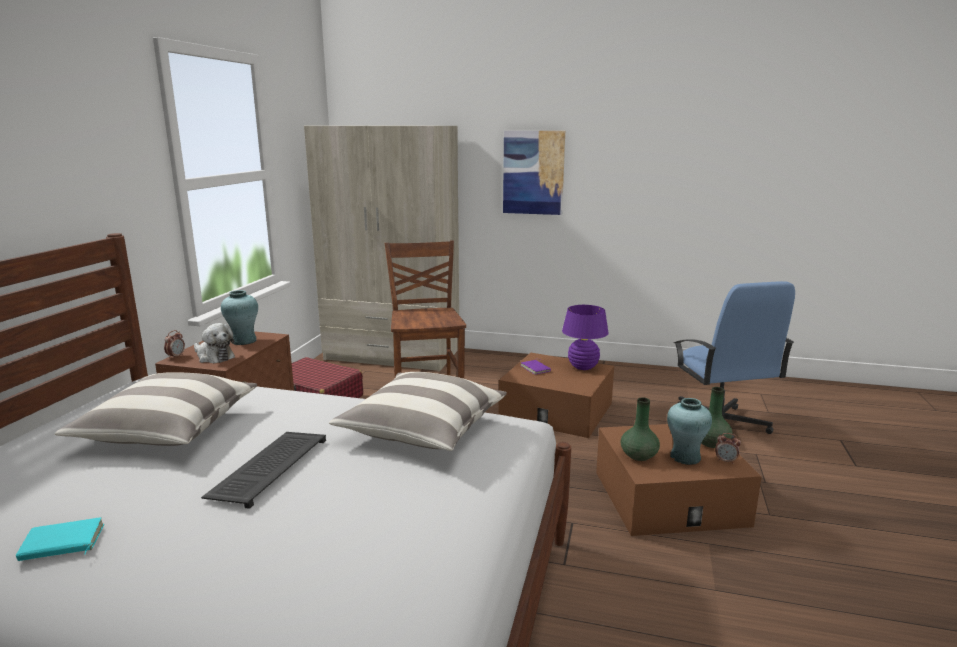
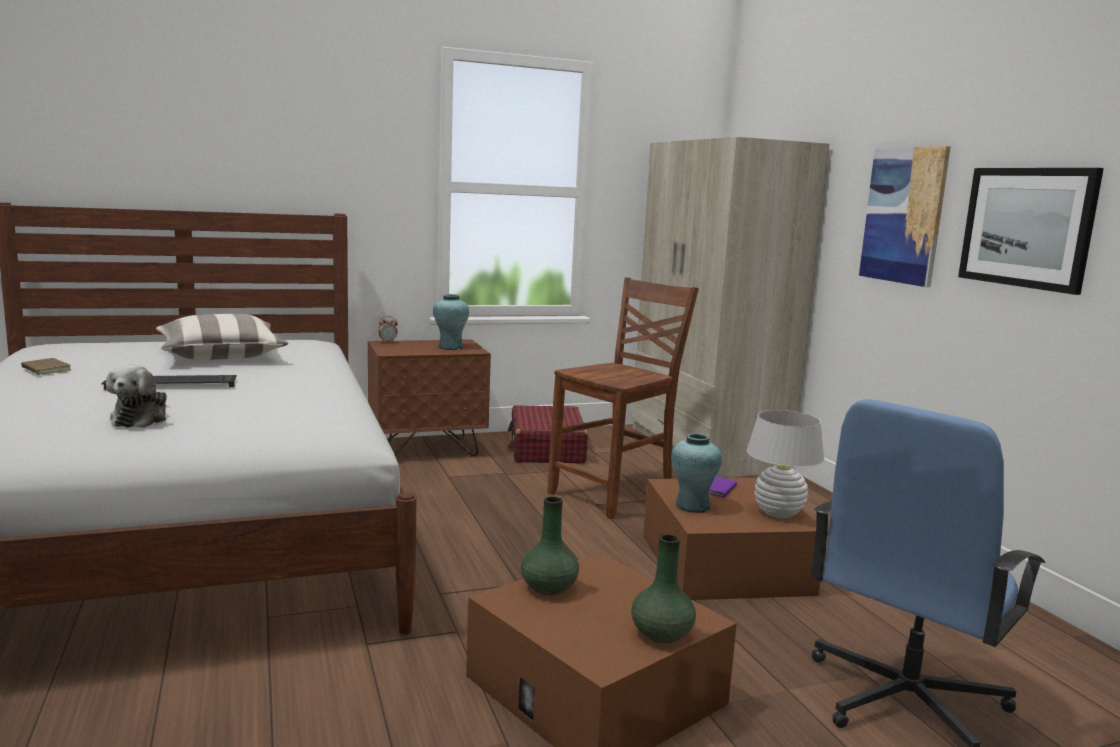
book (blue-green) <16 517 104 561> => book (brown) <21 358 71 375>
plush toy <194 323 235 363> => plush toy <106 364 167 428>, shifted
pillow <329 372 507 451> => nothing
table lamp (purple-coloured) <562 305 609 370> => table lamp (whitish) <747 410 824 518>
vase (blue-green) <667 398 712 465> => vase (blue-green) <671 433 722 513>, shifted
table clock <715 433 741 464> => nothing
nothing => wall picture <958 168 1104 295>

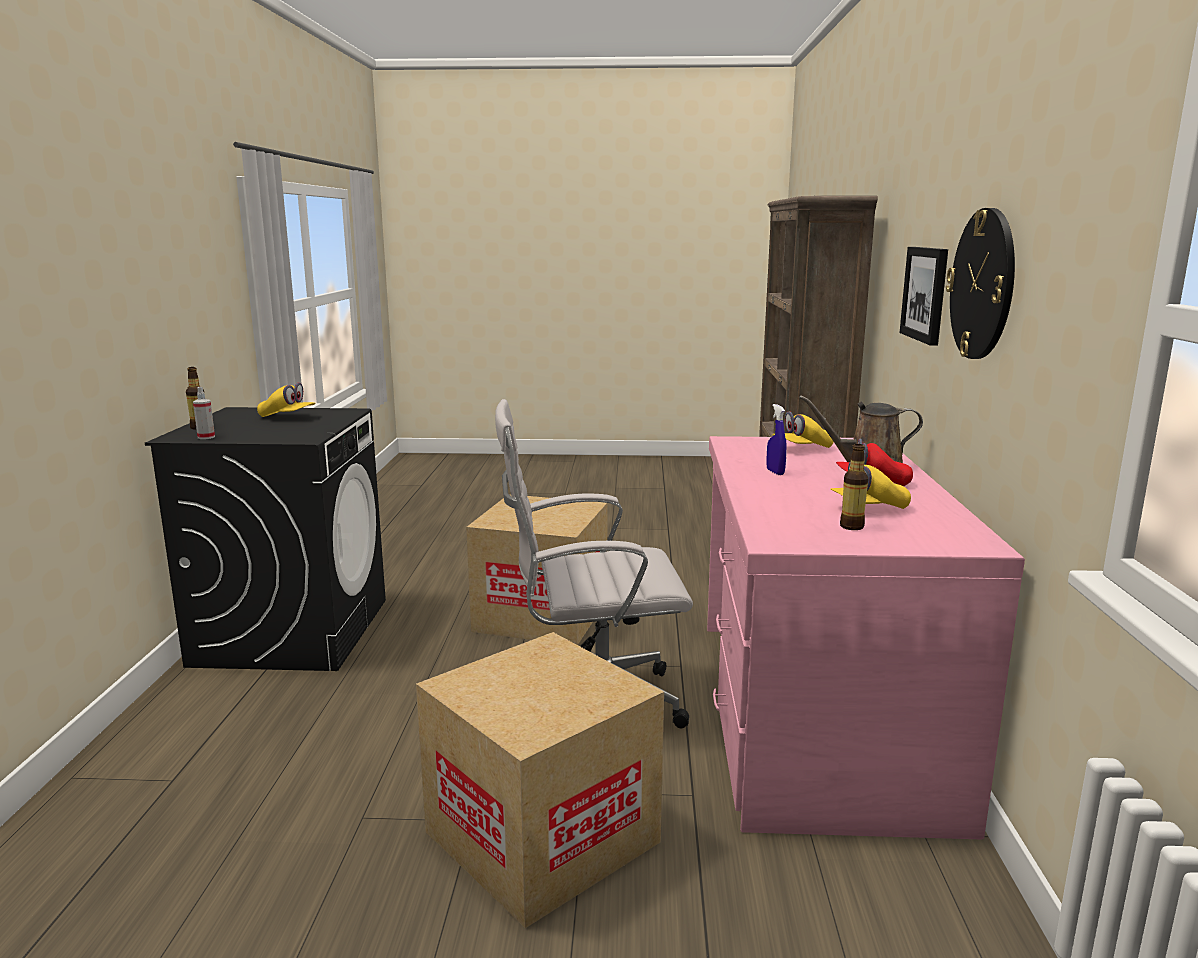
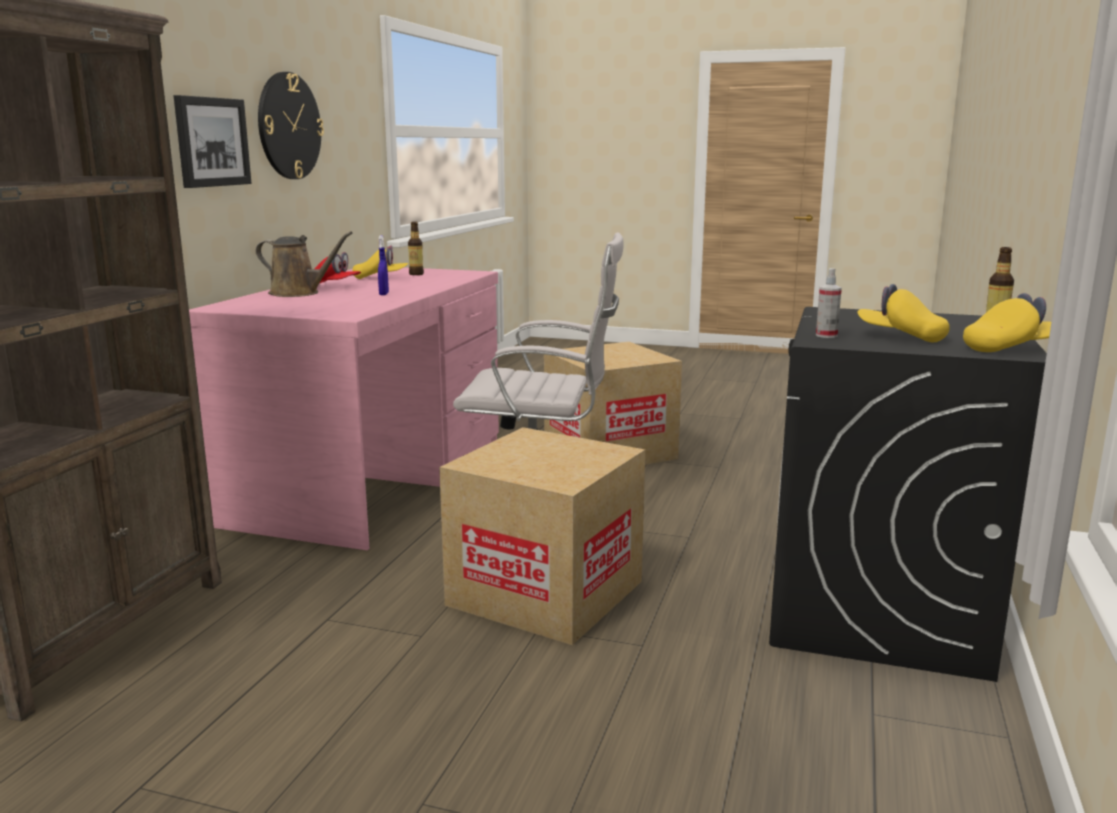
sprayer <193 387 215 439> => sprayer <816 268 842 338>, shifted
cap (yellowish) <773 411 834 448> => cap (yellowish) <963 293 1051 352>, shifted

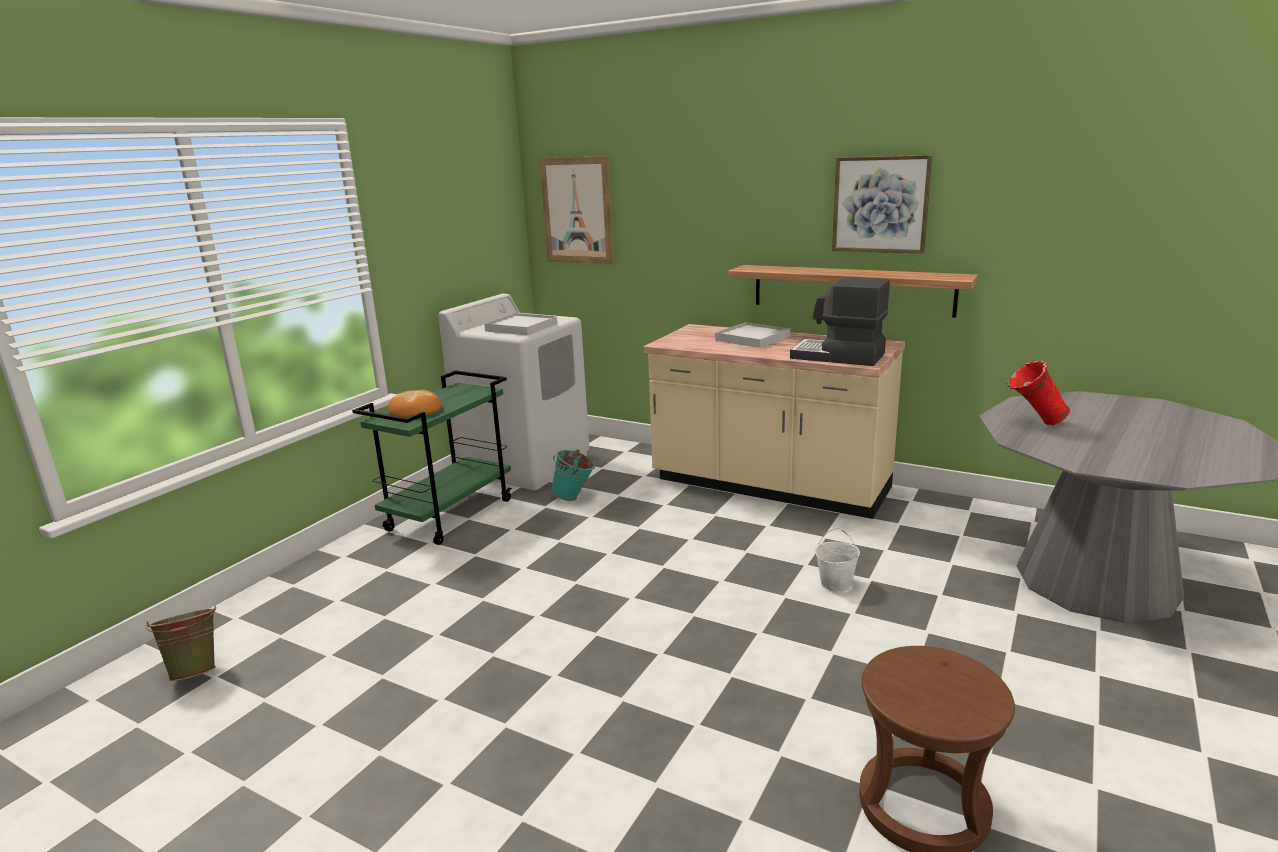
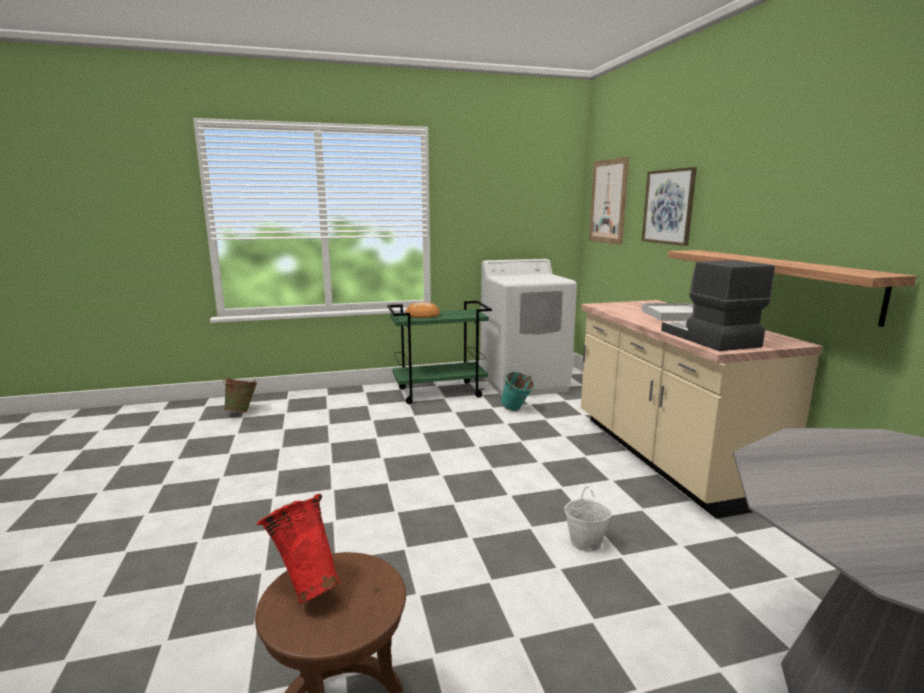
carrying tray (whitish) <484 313 557 335> => nothing
wall picture <832 155 932 254> => wall picture <642 167 697 246>, shifted
vase (red-coloured) <1007 360 1070 425> => vase (red-coloured) <257 494 340 604>, shifted

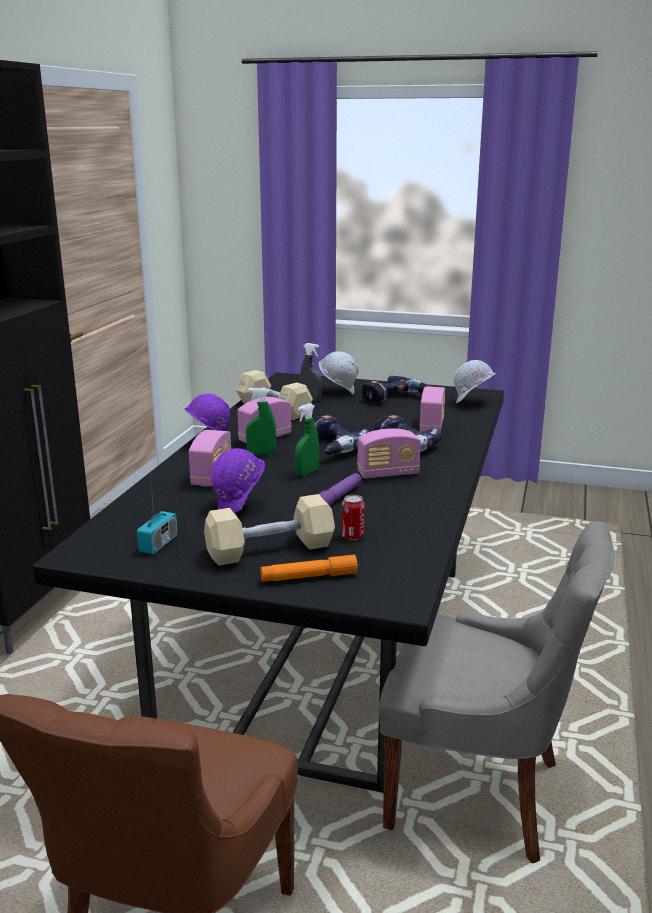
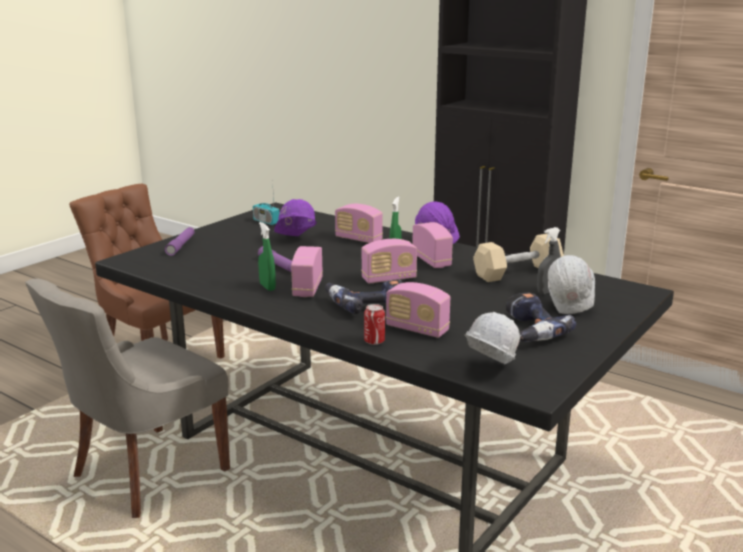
dumbbell (beige-coloured) <204 494 335 566> => nothing
flashlight (orangey) <261 555 358 582> => flashlight (purple-coloured) <165 227 195 256>
sprayer (green) <295 403 319 476> => sprayer (green) <258 222 276 291>, shifted
drill <313 414 370 455> => radio <361 239 417 283>
metal can <341 495 365 540> => metal can <364 304 385 345>, shifted

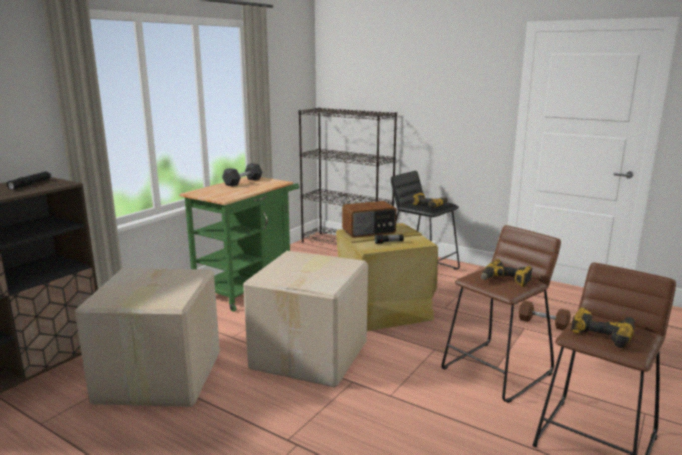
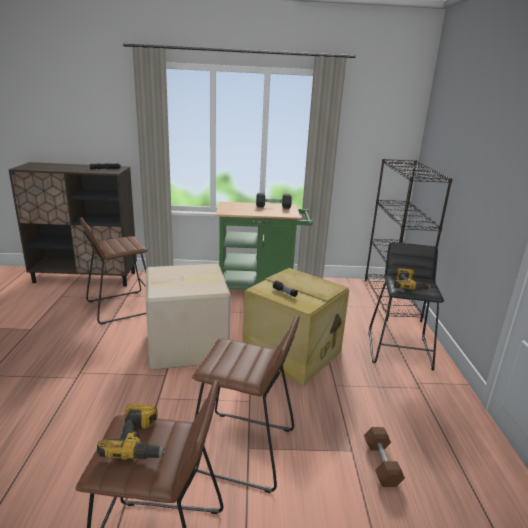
packing box <75 268 220 407> => stool seat (brown) <80 217 148 324>
radio <342 201 397 238> => nothing
drill <481 259 533 287> => nothing

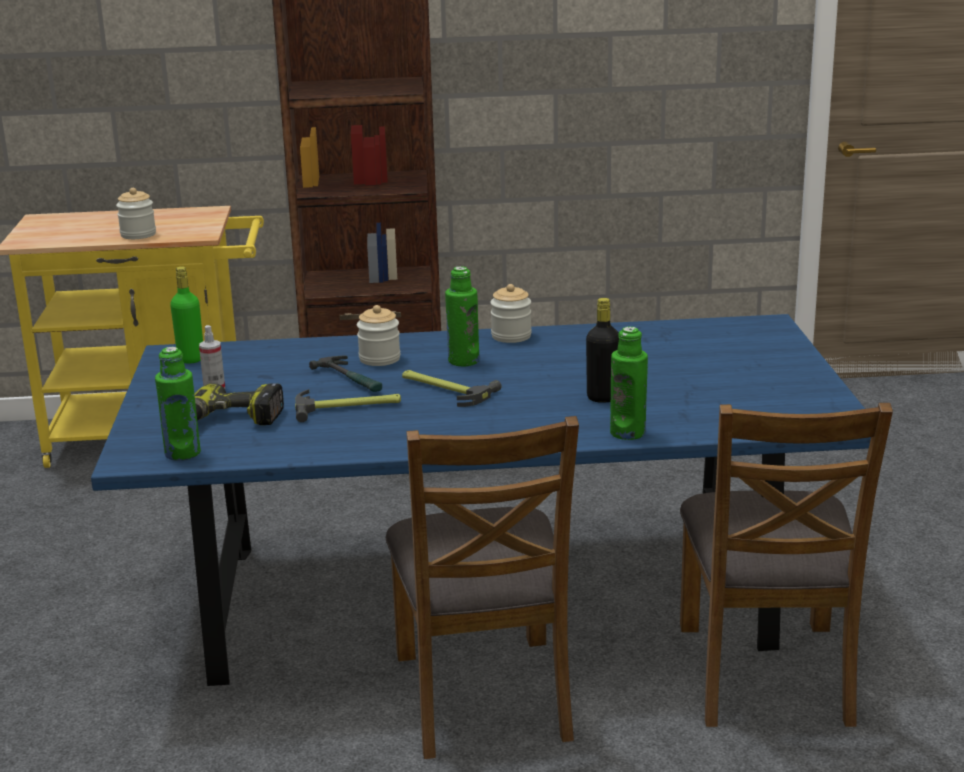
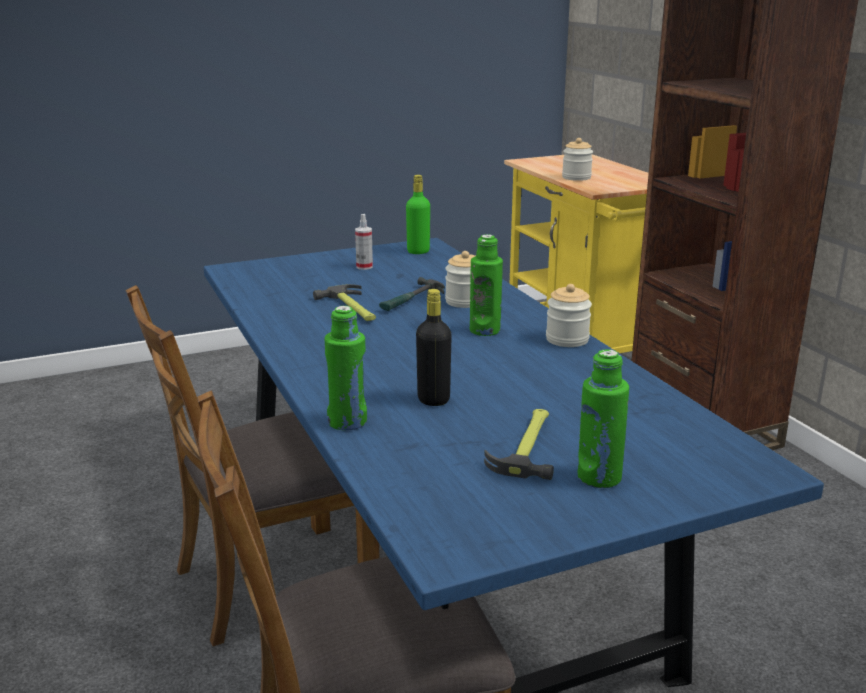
bottle (green) <155 347 201 461> => bottle (green) <577 349 629 488>, shifted
drill <194 383 284 425> => nothing
tool hammer <402 370 502 407> => tool hammer <484 409 554 480>, shifted

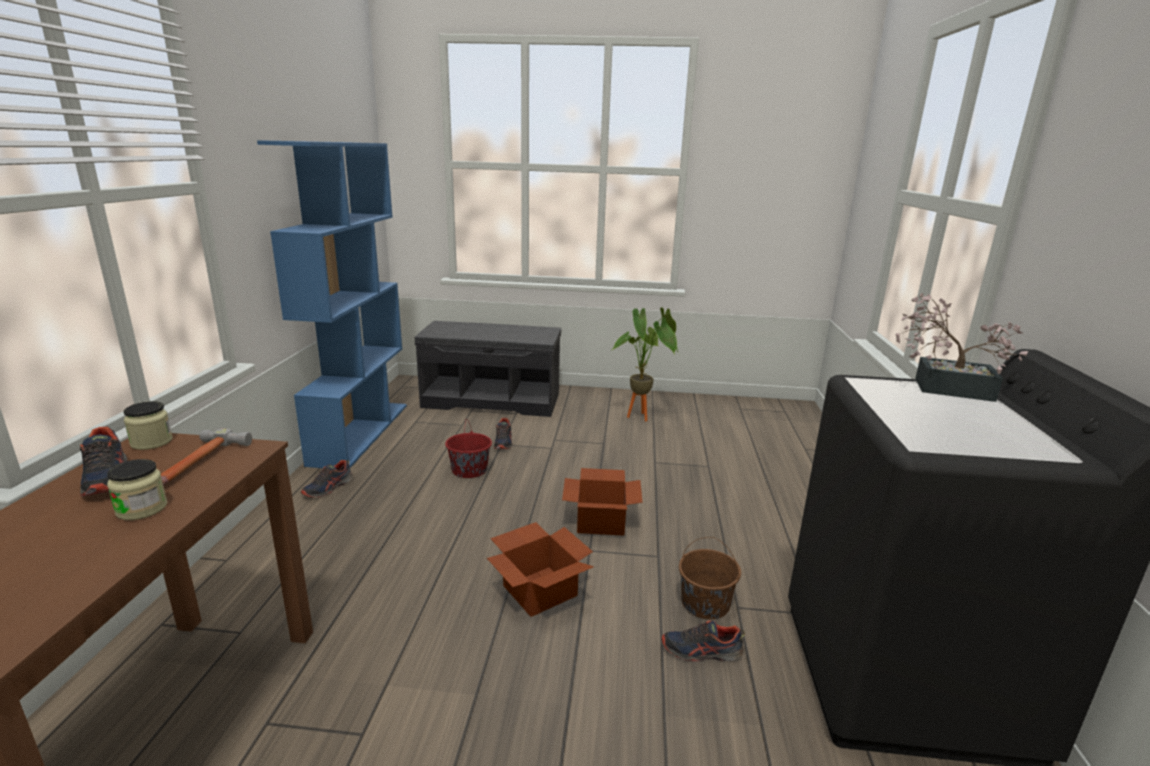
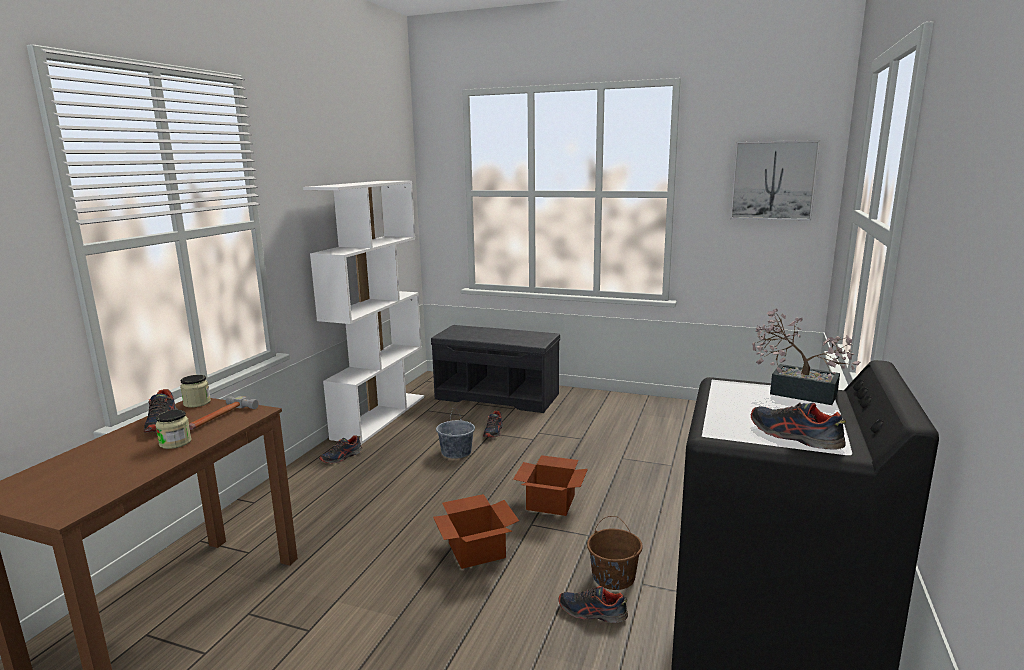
bookshelf (blue-coloured) <257 140 407 468> => bookshelf (whitish) <303 181 424 445>
pail (red-coloured) <445 419 492 478> => pail (gray) <436 408 475 459>
plant in a pot <612 308 678 421> => nothing
nothing => wall picture <730 140 820 221>
nothing => shoe <751 402 846 450>

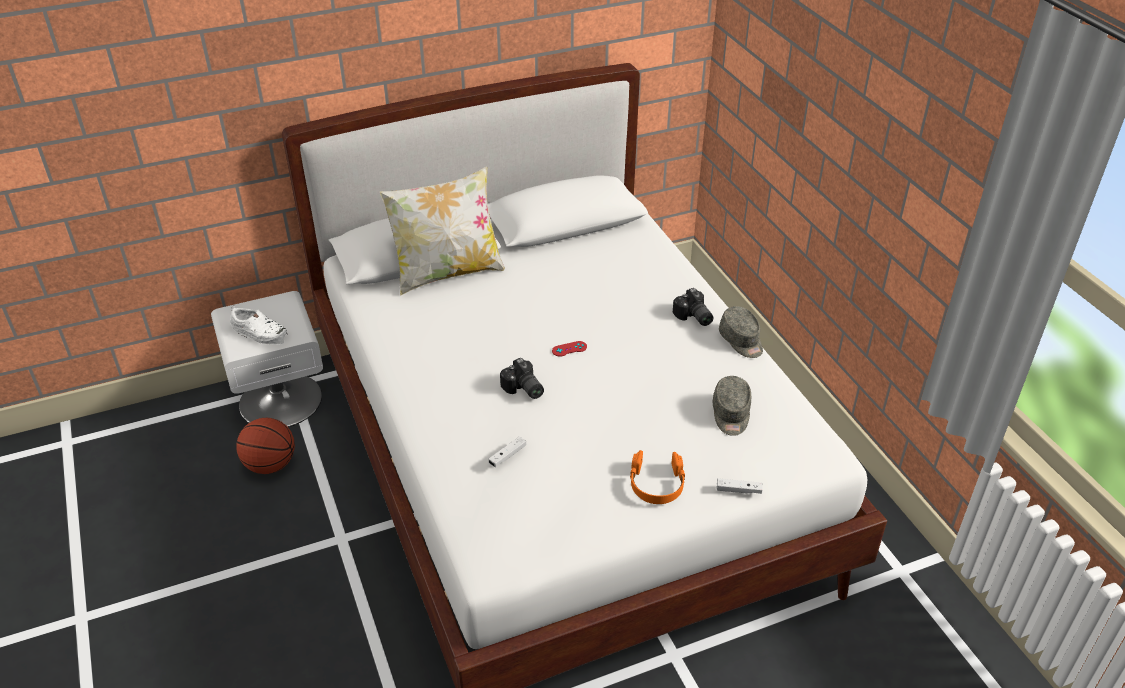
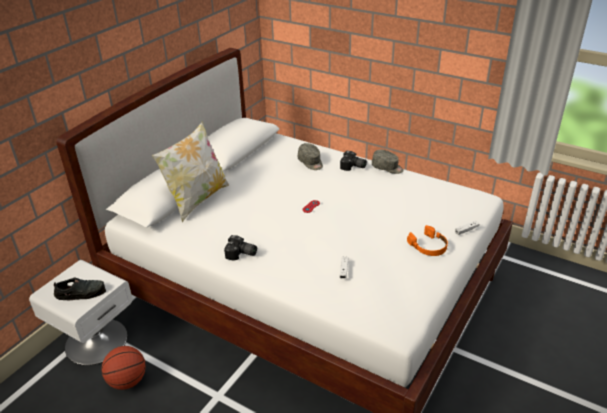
shoe (whitish) <230 306 288 345> => shoe (blackish) <54 278 106 300>
photo camera <500 358 544 399> => photo camera <224 235 257 261>, shifted
cap (gray) <713 376 751 436> => cap (gray) <298 143 323 170>, shifted

